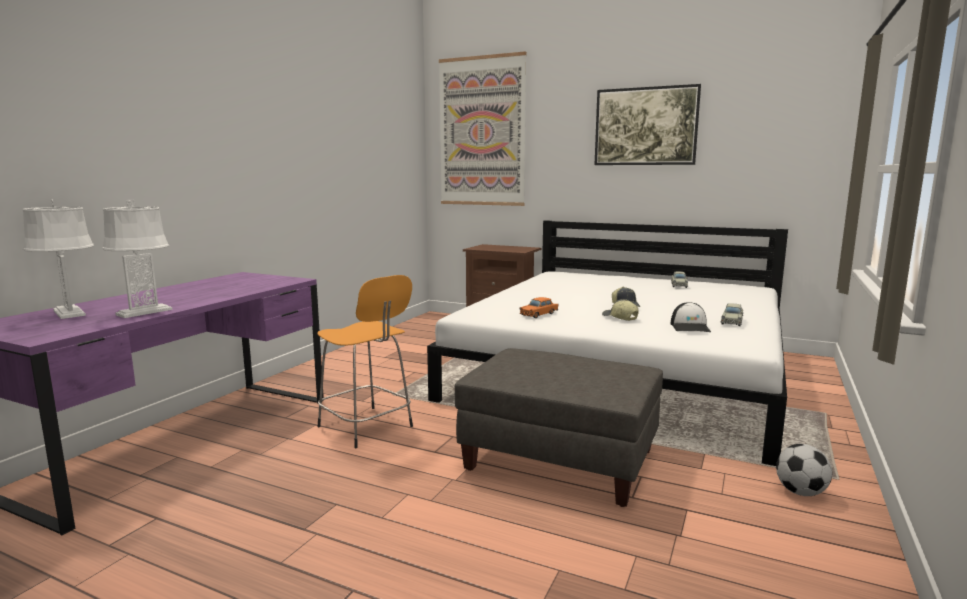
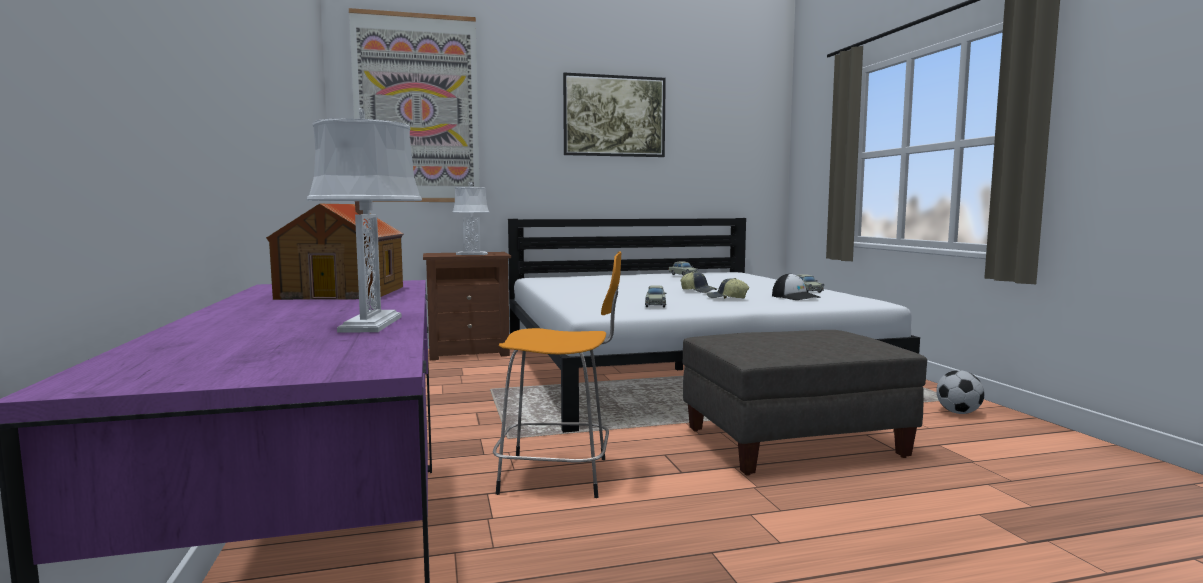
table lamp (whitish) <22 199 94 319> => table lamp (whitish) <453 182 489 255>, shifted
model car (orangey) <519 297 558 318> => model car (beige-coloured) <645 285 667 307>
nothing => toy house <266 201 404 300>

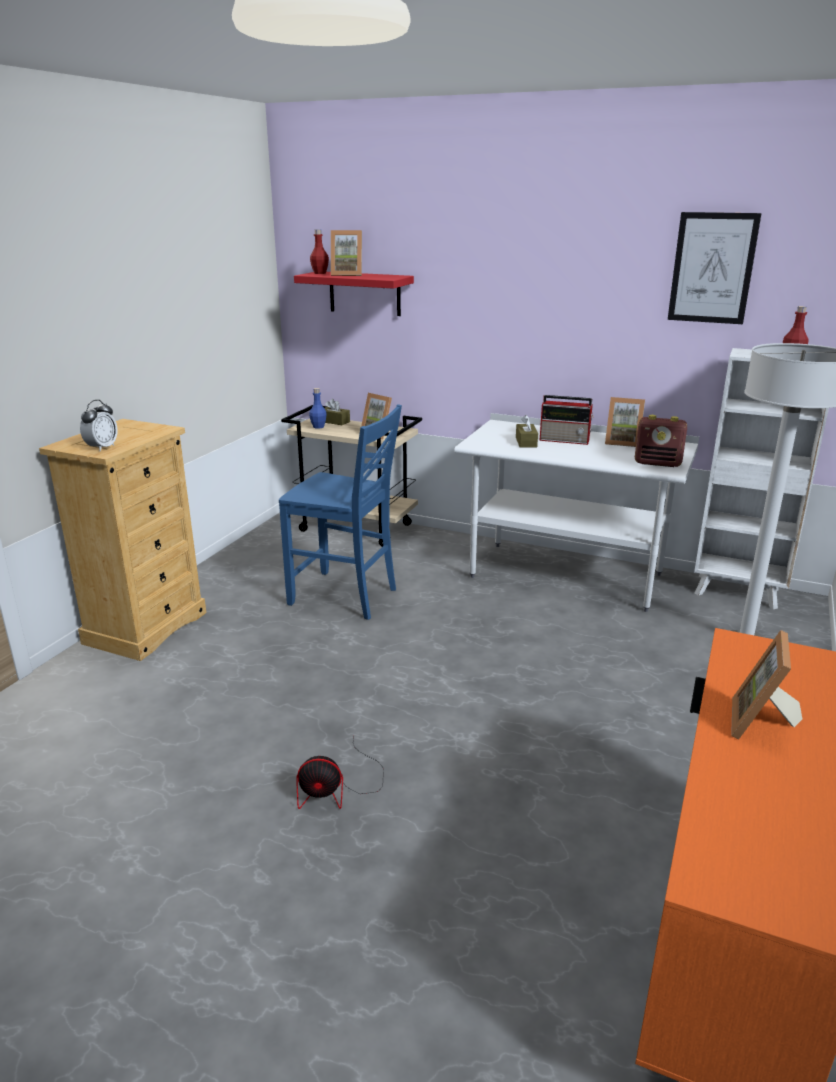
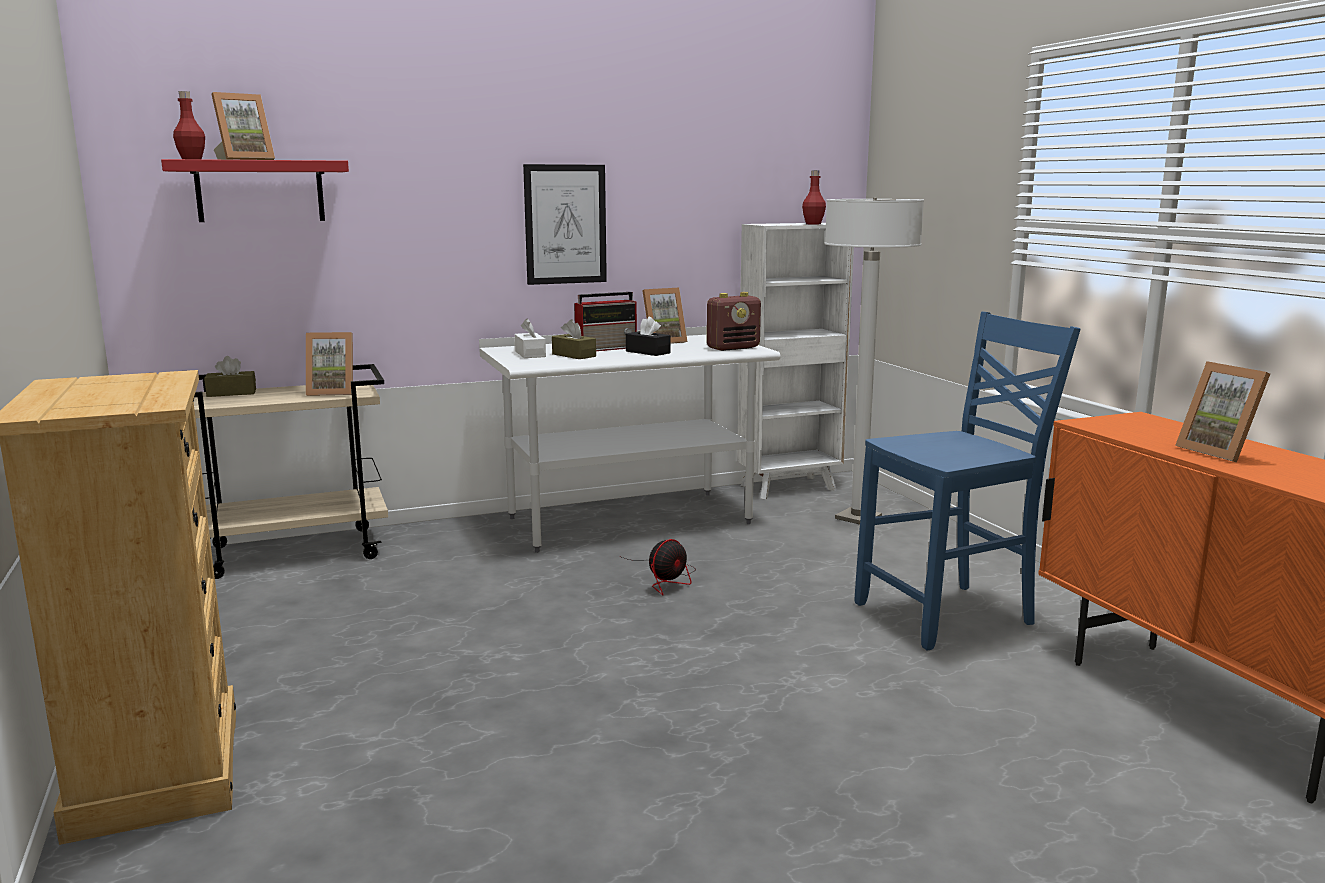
table clock <80 400 118 452> => nothing
chair (blue-coloured) <279 404 402 620> => chair (blue-coloured) <855 312 1081 650>, shifted
cooling fan <296 736 384 809> => cooling fan <619 539 694 595>, shifted
bottle (blue-coloured) <309 388 327 429> => nothing
wall picture <668 212 761 324> => wall picture <523 164 607 285>, shifted
nothing => tissue box (whitish) <515 318 546 358>
nothing => tissue box (blackish) <626 317 671 356>

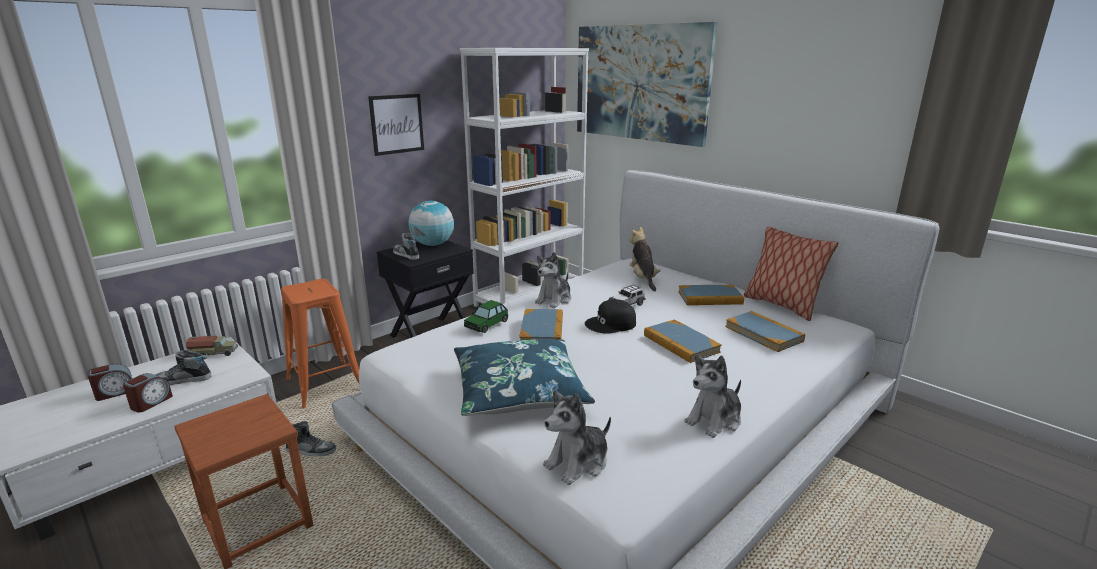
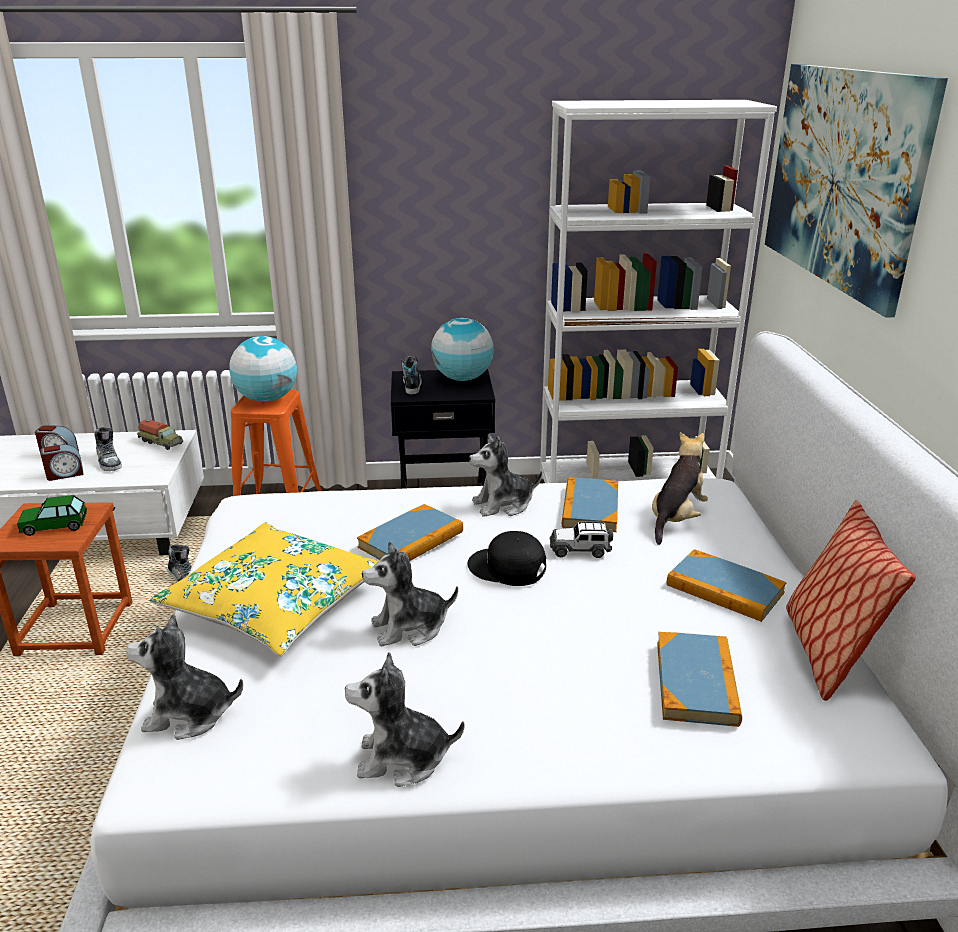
shoe <156 350 211 385> => shoe <95 427 122 471>, 150 degrees counterclockwise
wall picture <368 94 424 156> => nothing
pillow (blue-coloured) <454 339 595 416> => pillow (yellowish) <150 522 379 656>
model car <464 300 508 333> => model car <17 495 87 536>, shifted
book <644 320 722 363> => book <562 477 618 532>, shifted
nothing => globe <229 336 297 402>
nothing => plush toy <362 541 458 646>

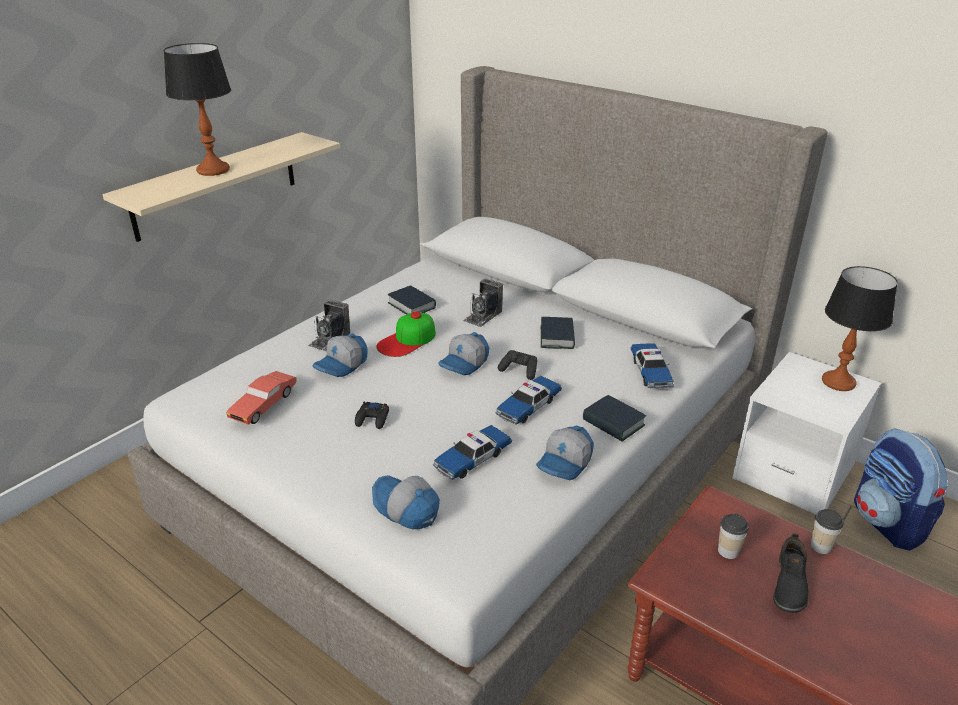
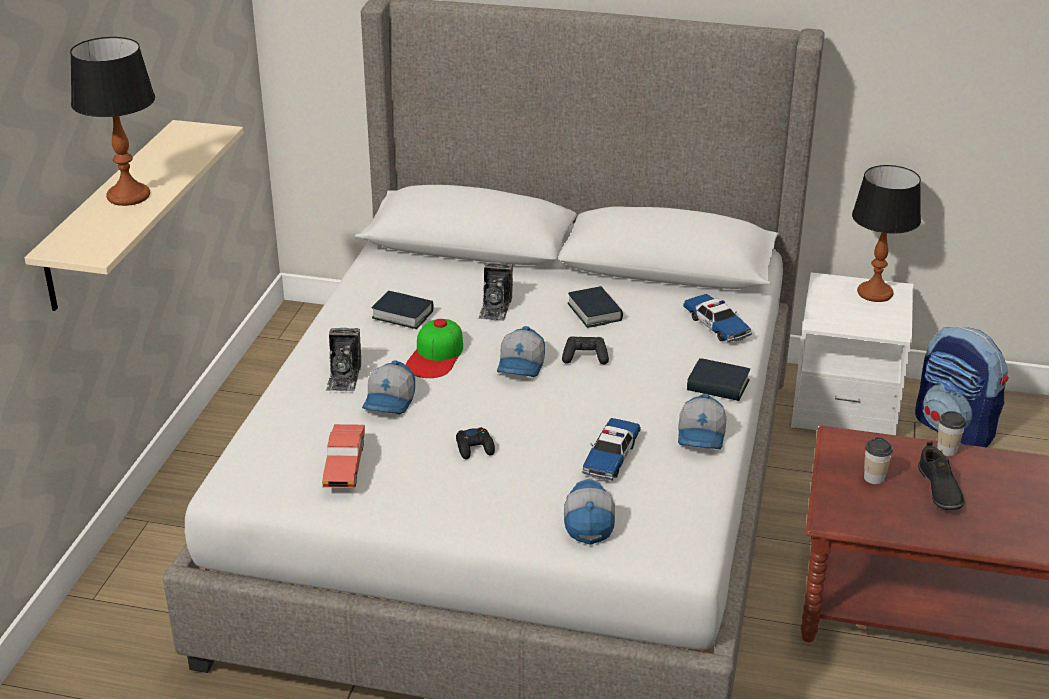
cap <372 475 440 529> => cap <564 479 615 545>, 75 degrees clockwise
model car <495 376 562 424> => nothing

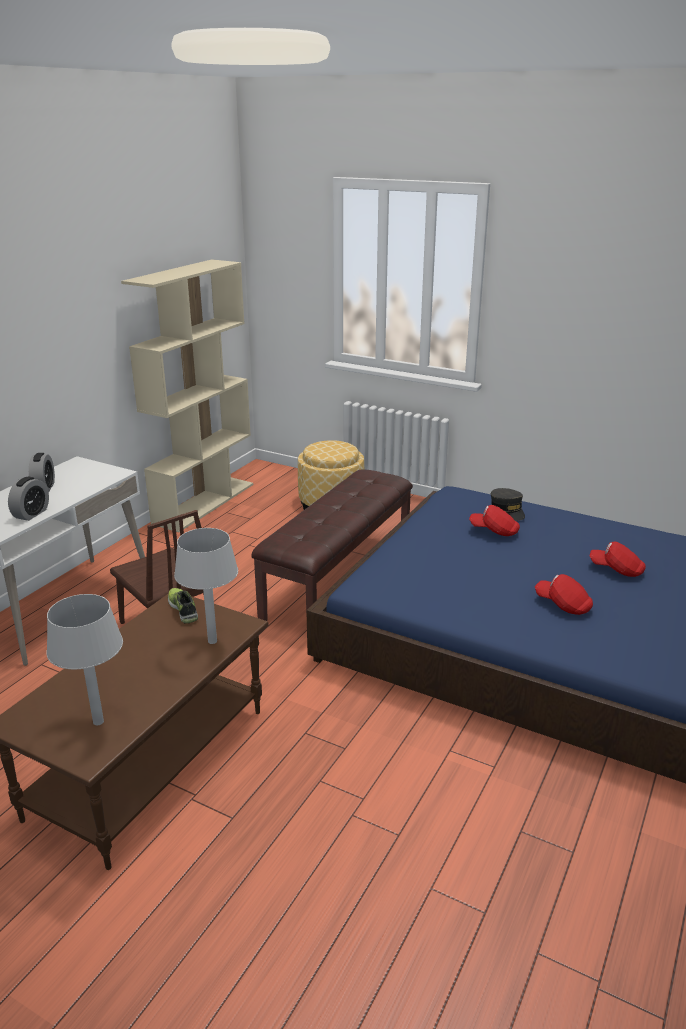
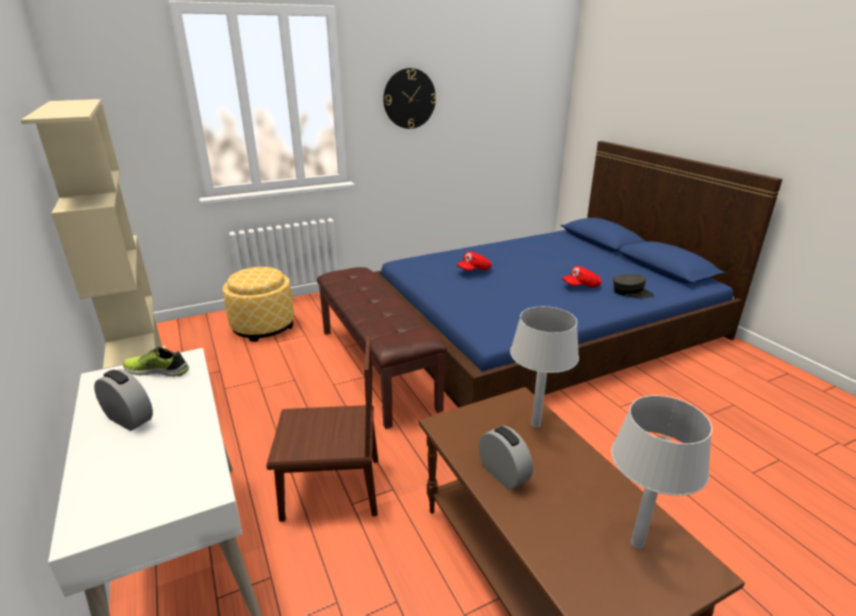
table clock <8 477 49 521> => table clock <479 426 533 490>, shifted
shoe <168 588 198 624> => shoe <123 347 189 377>, shifted
cap (gray) <491 488 525 521> => cap (gray) <613 274 654 299>, shifted
cap (red-coloured) <590 541 646 577> => nothing
nothing => clock on the wall <383 68 436 129>

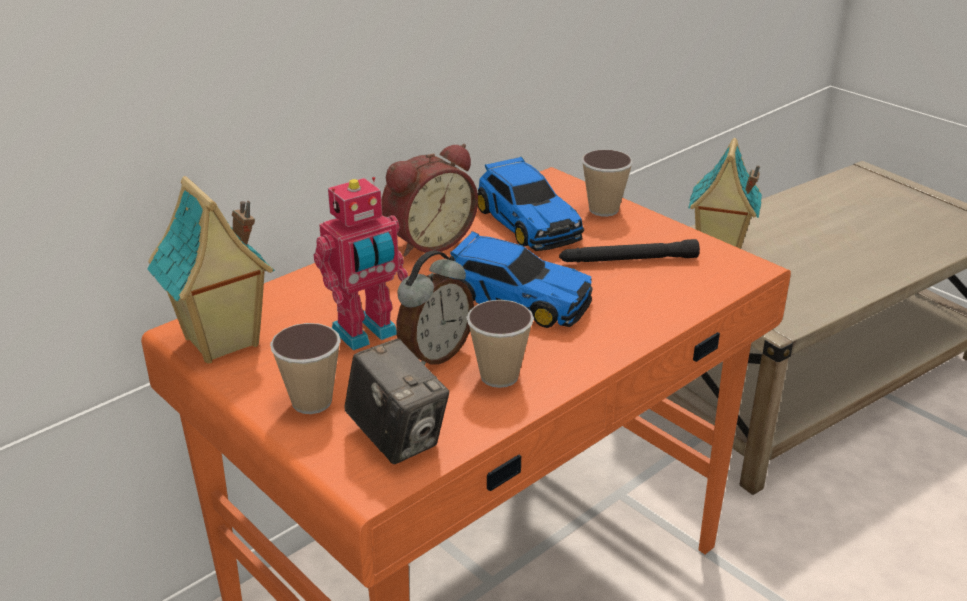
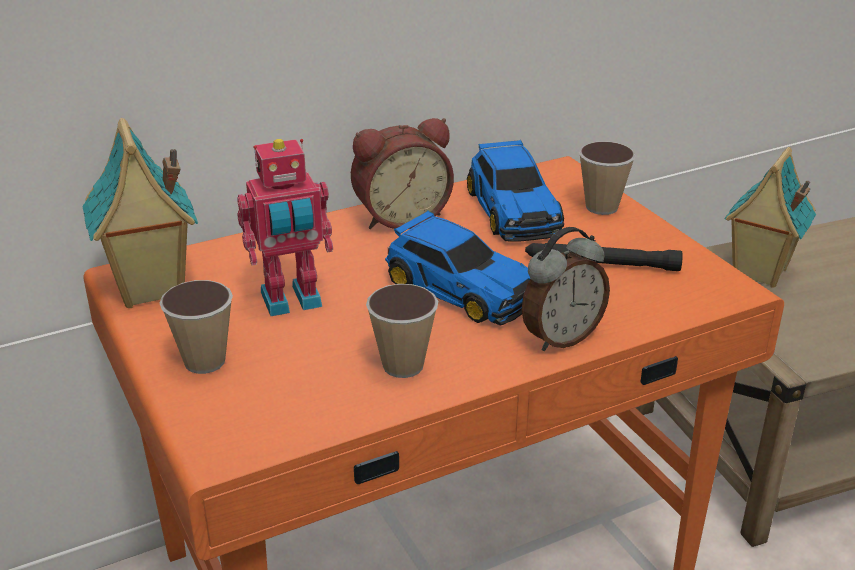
photo camera <344 339 449 464> => nothing
table clock <396 250 474 365> => table clock <522 227 610 351>, shifted

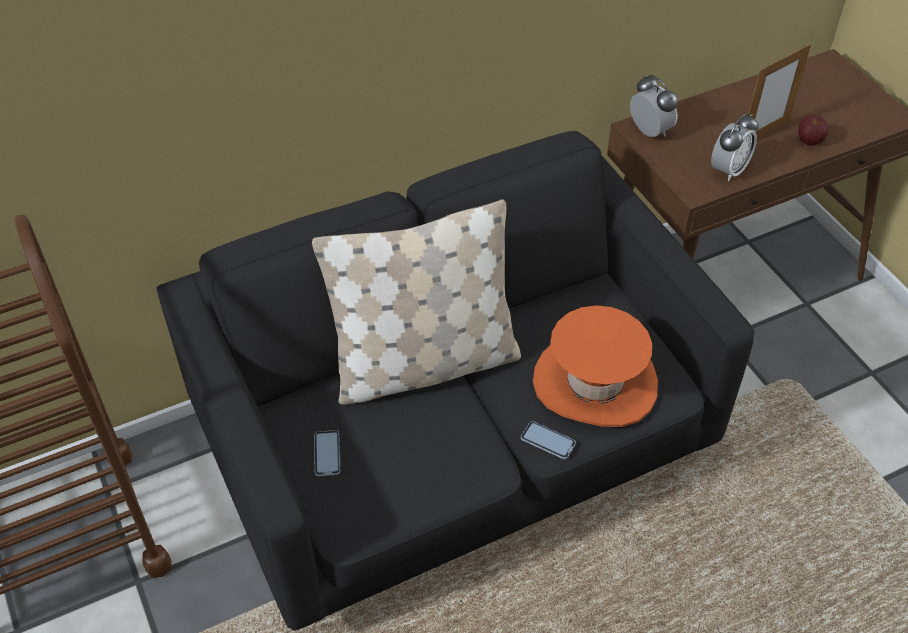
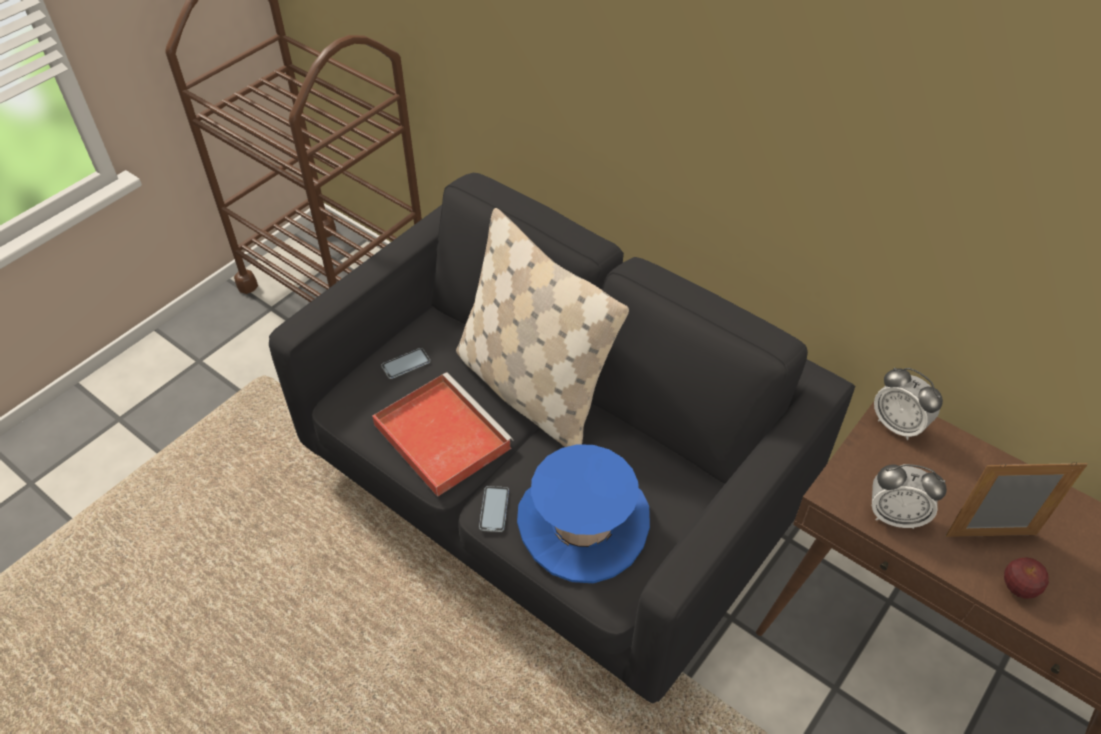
hat (orangey) <533 305 658 427> => hat (blue-coloured) <517 444 650 583>
table clock <630 75 678 137> => table clock <874 367 943 440>, 105 degrees clockwise
photo frame <747 44 811 138> => photo frame <945 462 1088 537>, 150 degrees clockwise
nothing => carrying tray (red-coloured) <372 373 513 497>

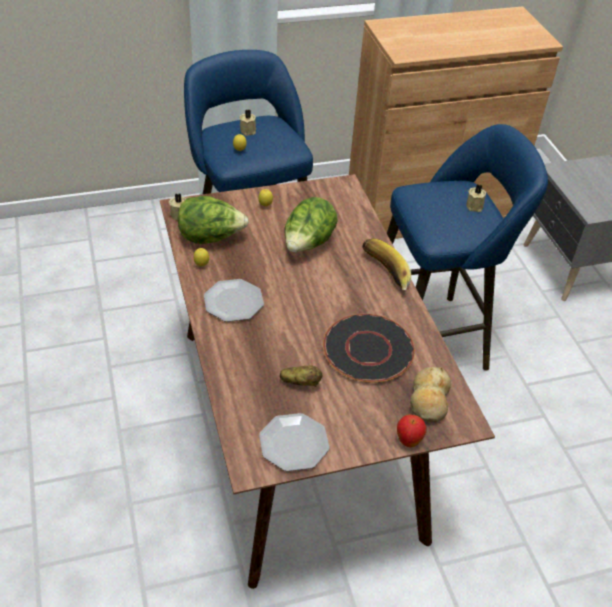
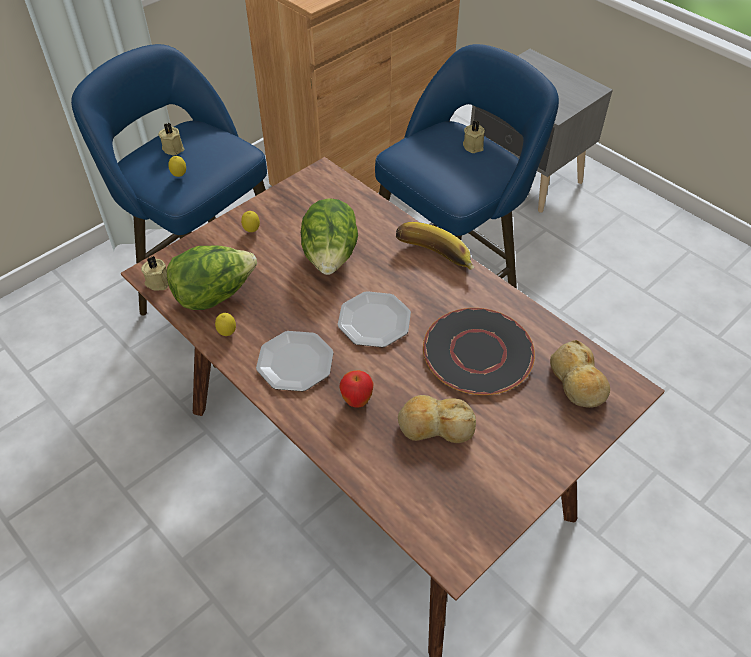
plate <259 413 330 471> => plate <337 291 411 347>, shifted
potato <280 365 322 387> => bread <398 395 476 443>
apple fruit <397 414 427 447> => apple fruit <340 370 374 408>, shifted

